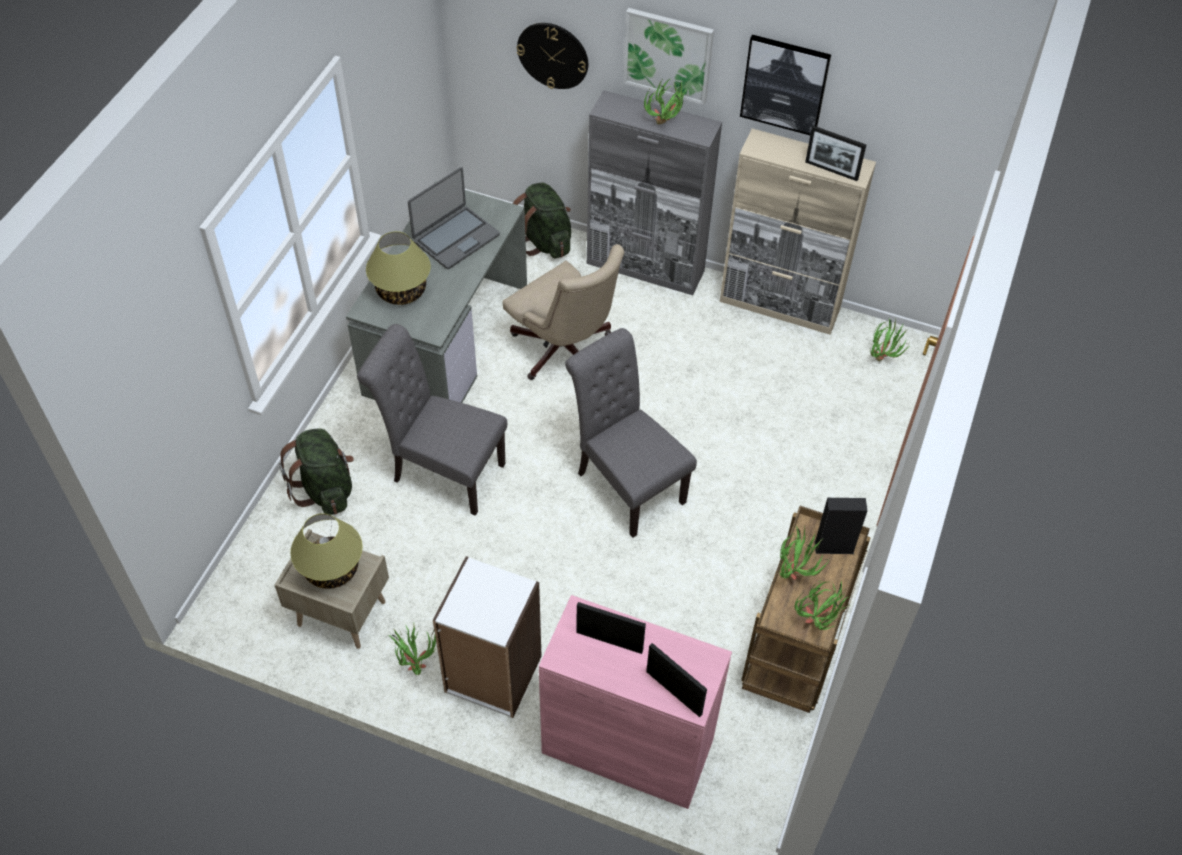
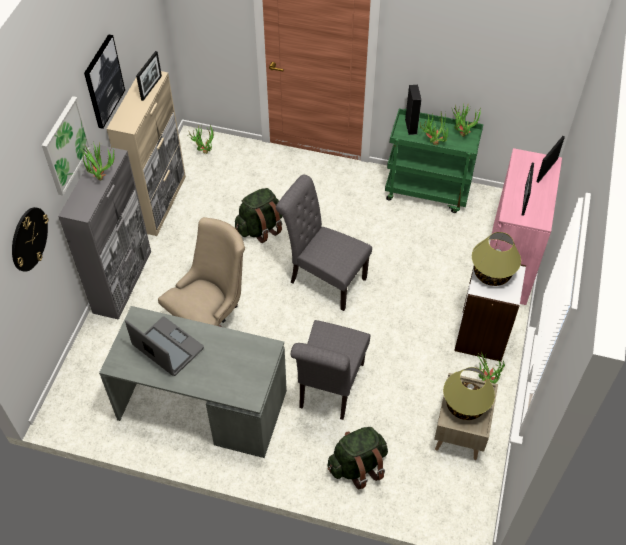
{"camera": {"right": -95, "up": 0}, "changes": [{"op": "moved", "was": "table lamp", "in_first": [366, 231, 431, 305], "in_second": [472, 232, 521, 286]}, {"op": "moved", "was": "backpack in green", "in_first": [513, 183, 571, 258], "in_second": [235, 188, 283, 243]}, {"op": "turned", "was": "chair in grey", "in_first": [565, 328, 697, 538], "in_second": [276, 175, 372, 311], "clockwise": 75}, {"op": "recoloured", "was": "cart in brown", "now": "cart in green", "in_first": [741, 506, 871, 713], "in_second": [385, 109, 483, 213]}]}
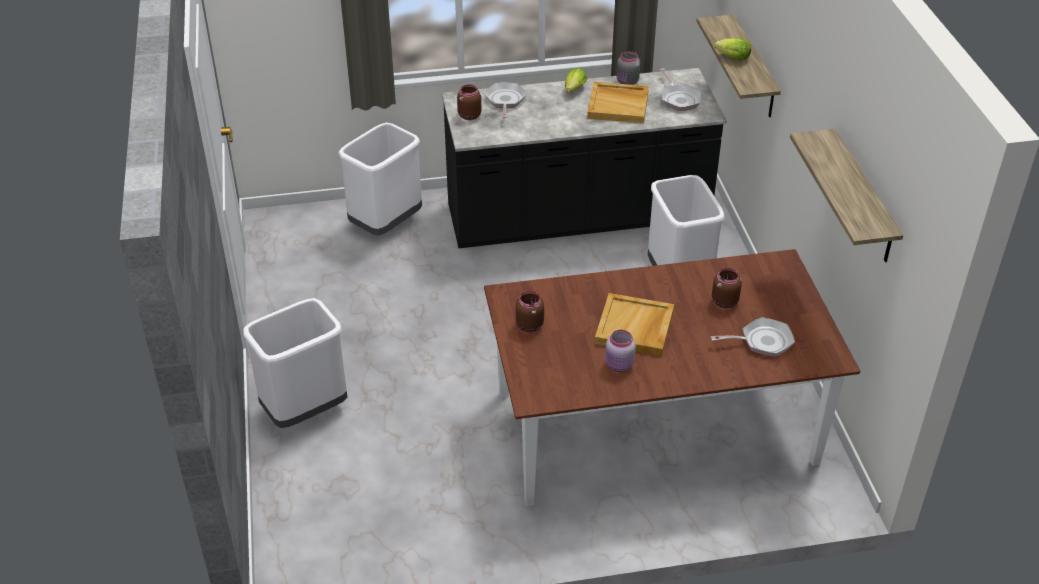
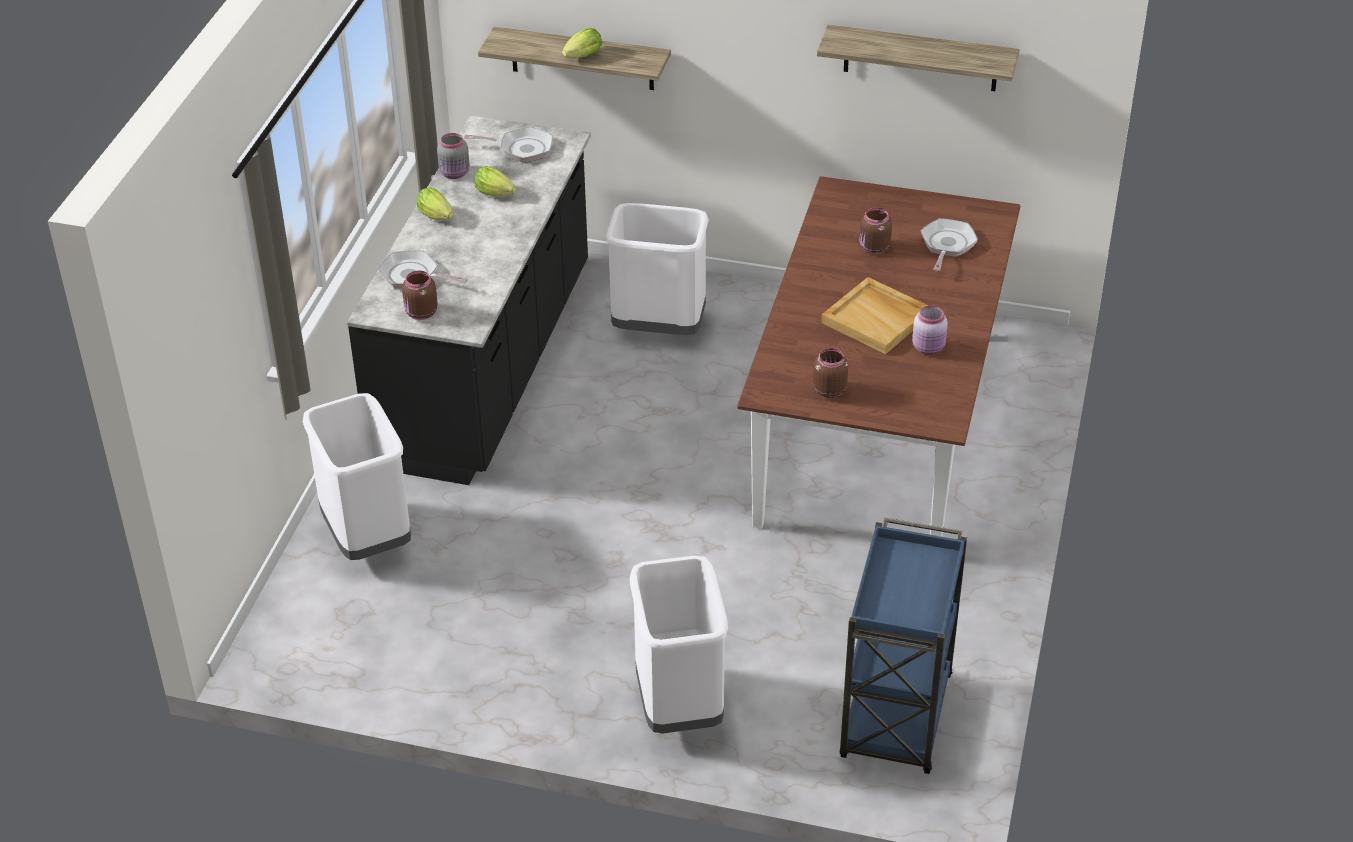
{"camera": {"right": -65, "up": 0}, "changes": [{"op": "replaced", "was": "tray in beige", "now": "lettuce", "in_first": [587, 82, 649, 123], "in_second": [474, 166, 516, 197]}, {"op": "added", "now": "cart in blue", "in_second": [840, 518, 967, 774]}]}
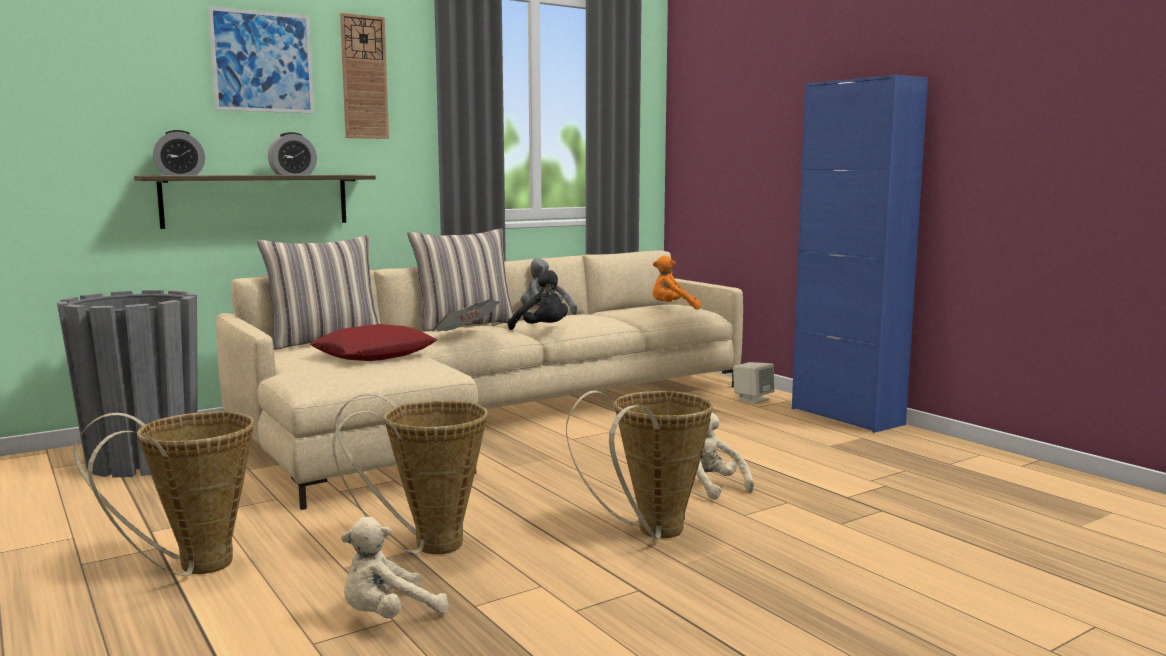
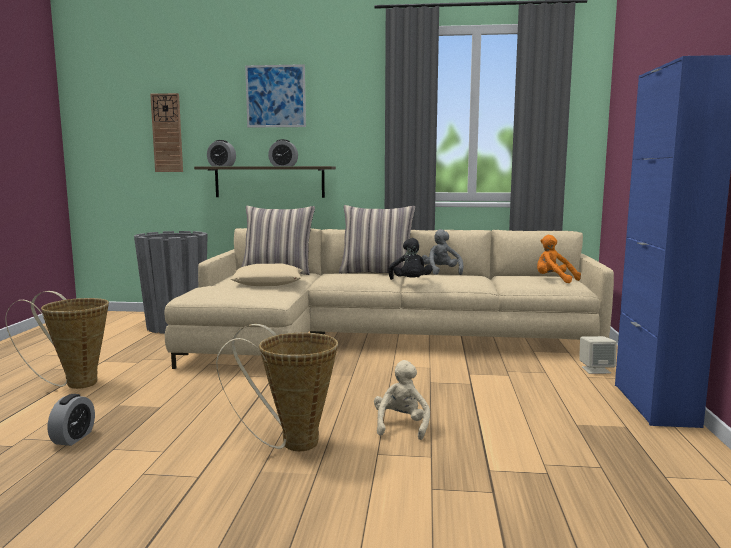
{"camera": {"right": 40, "up": 0}, "changes": [{"op": "recoloured", "was": "pillow in red", "now": "pillow in beige", "in_first": [310, 324, 437, 361], "in_second": [230, 264, 302, 286]}, {"op": "removed", "was": "basket", "in_first": [332, 393, 488, 554]}, {"op": "moved", "was": "wall clock", "in_first": [340, 13, 389, 139], "in_second": [150, 93, 183, 172]}, {"op": "replaced", "was": "plush toy in beige", "now": "alarm clock", "in_first": [341, 517, 449, 619], "in_second": [48, 394, 95, 446]}, {"op": "removed", "was": "newspaper", "in_first": [431, 299, 499, 332]}]}
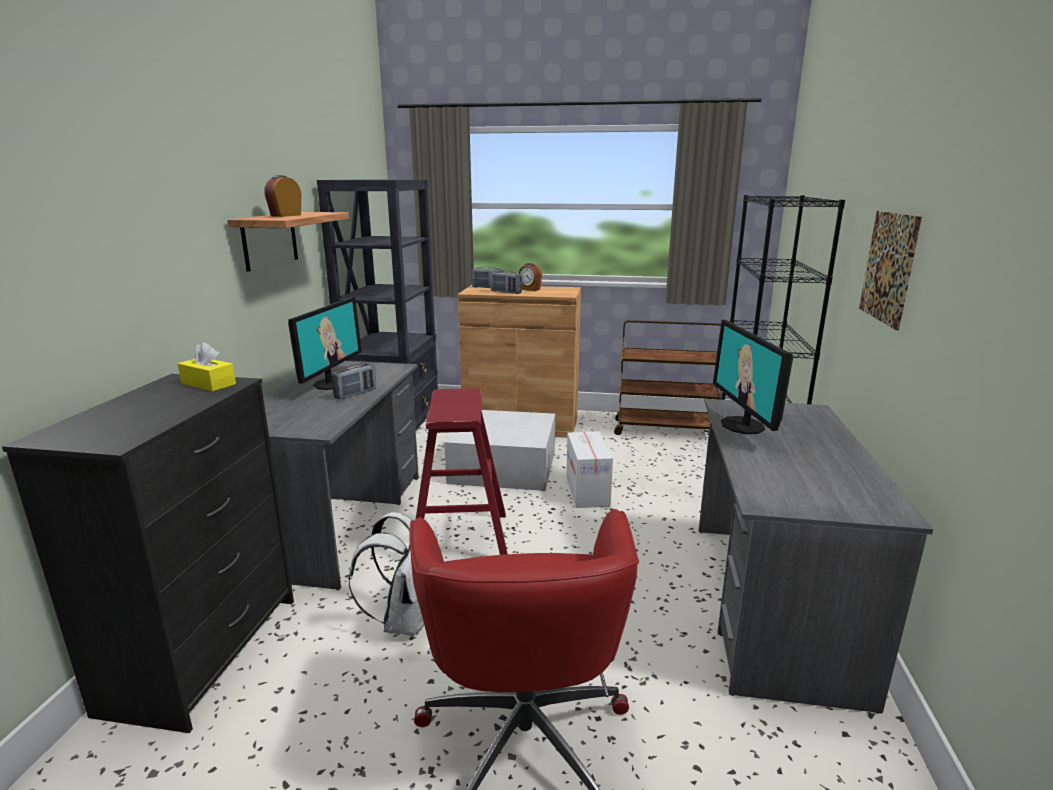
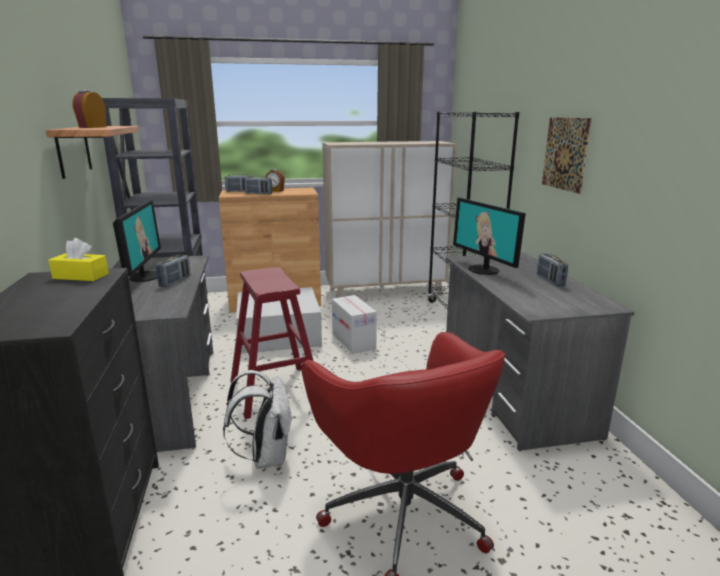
{"camera": {"right": -20, "up": 0}, "changes": [{"op": "replaced", "was": "cart in brown", "now": "cabinet in beige", "in_first": [614, 320, 722, 435], "in_second": [322, 141, 457, 298]}, {"op": "added", "now": "radio", "in_second": [537, 253, 568, 286]}]}
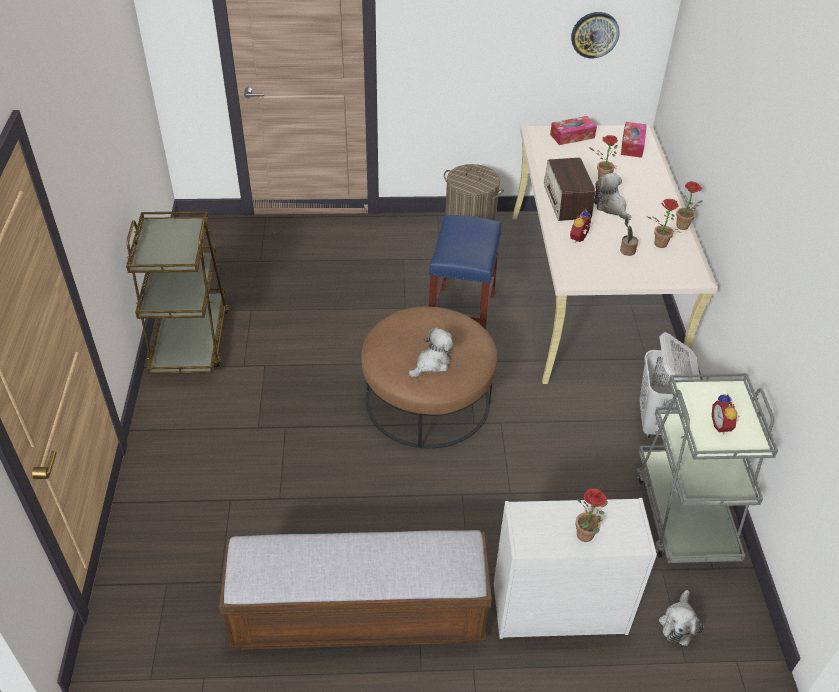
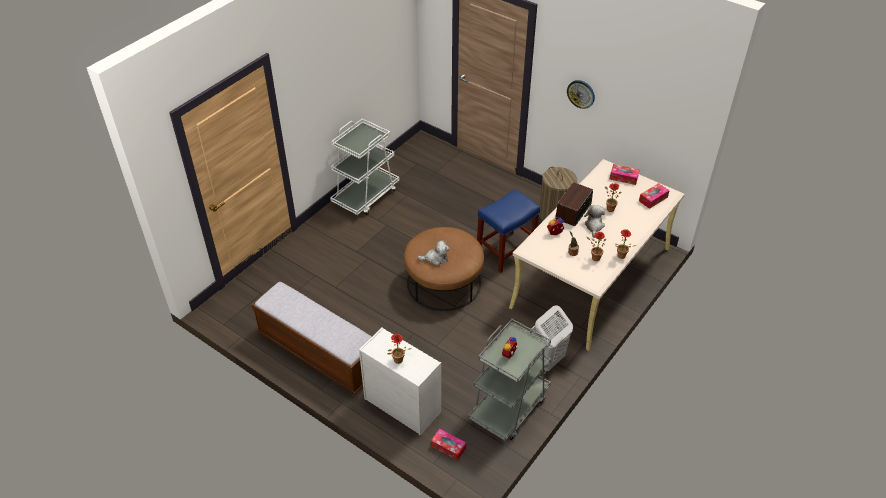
{"camera": {"right": 40, "up": 0}, "changes": [{"op": "recoloured", "was": "cart in brown", "now": "cart in white", "in_first": [126, 211, 229, 374], "in_second": [330, 118, 399, 215]}, {"op": "moved", "was": "wall clock", "in_first": [571, 12, 620, 58], "in_second": [567, 80, 595, 109]}, {"op": "replaced", "was": "plush toy", "now": "tissue box", "in_first": [659, 590, 704, 646], "in_second": [431, 429, 466, 461]}]}
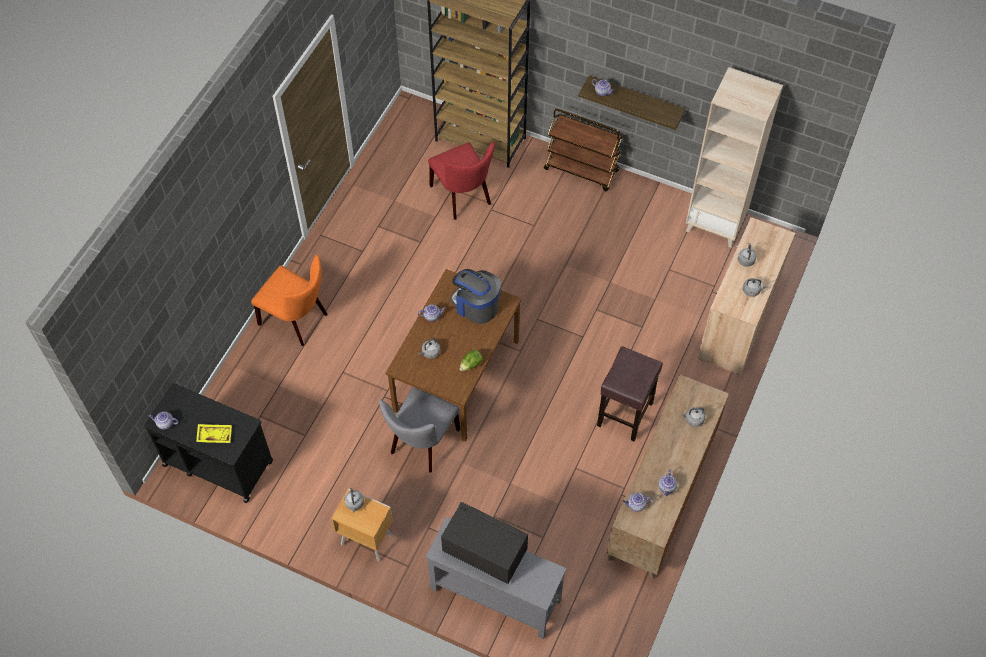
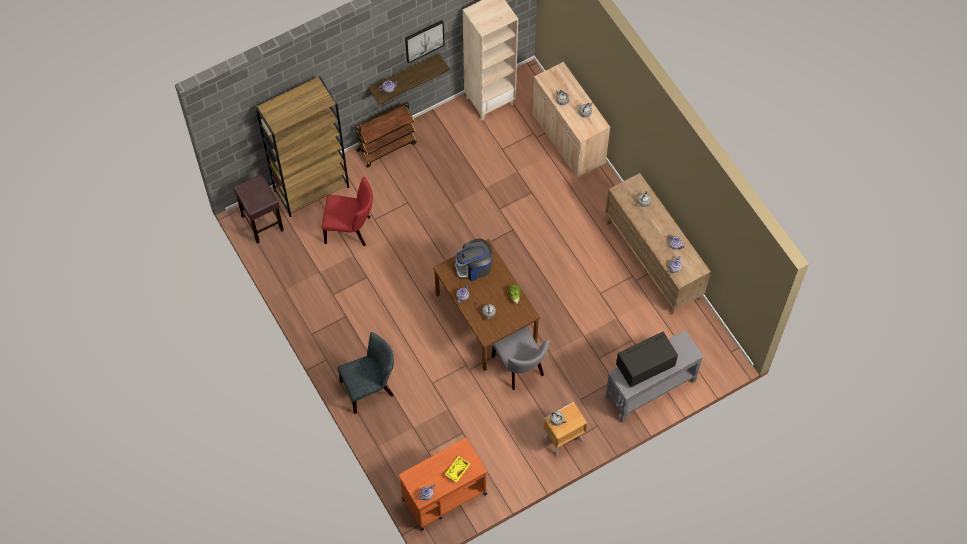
{"camera": {"right": -55, "up": 5}, "changes": [{"op": "recoloured", "was": "cart in black", "now": "cart in orange", "in_first": [144, 383, 273, 503], "in_second": [399, 438, 487, 531]}, {"op": "recoloured", "was": "chair in orange", "now": "chair in grey", "in_first": [251, 254, 327, 346], "in_second": [337, 332, 394, 414]}, {"op": "moved", "was": "stool in brown", "in_first": [597, 346, 663, 441], "in_second": [233, 174, 284, 243]}, {"op": "added", "now": "picture", "in_second": [405, 20, 445, 63]}]}
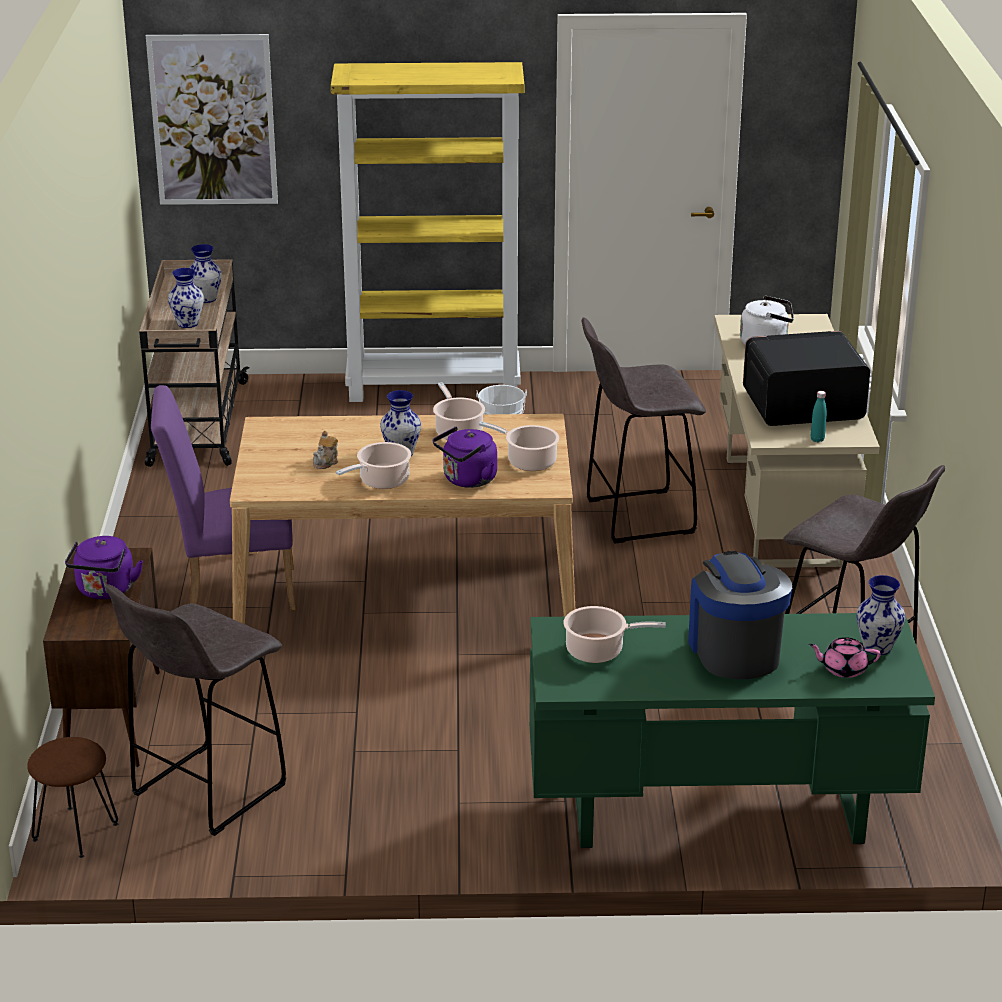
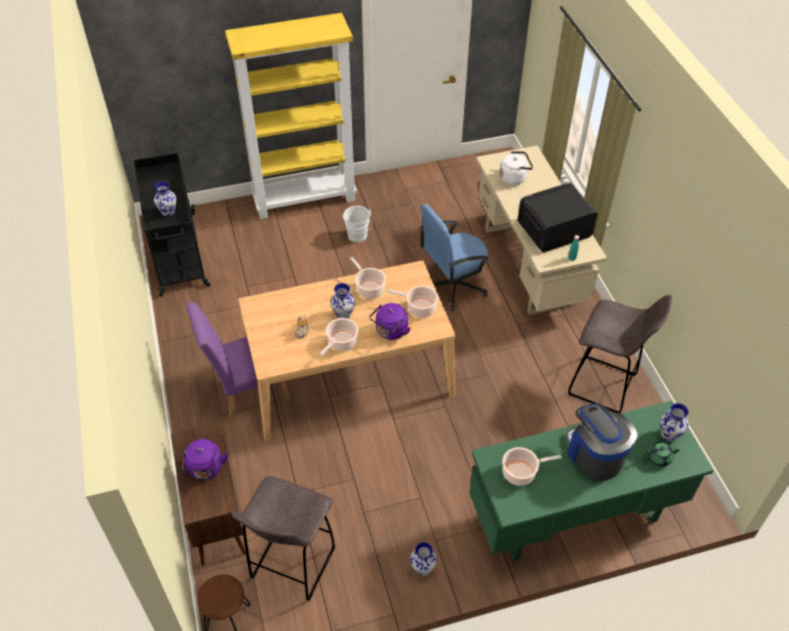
{"camera": {"right": -15, "up": 20}, "changes": [{"op": "recoloured", "was": "cart in beige", "now": "cart in black", "in_first": [139, 259, 250, 467], "in_second": [134, 153, 210, 297]}, {"op": "removed", "was": "picture", "in_first": [146, 34, 278, 205]}, {"op": "moved", "was": "vase", "in_first": [189, 244, 222, 303], "in_second": [410, 542, 437, 576]}, {"op": "replaced", "was": "stool in grey", "now": "office chair in blue", "in_first": [582, 317, 706, 544], "in_second": [419, 204, 489, 311]}, {"op": "recoloured", "was": "teapot in pink", "now": "teapot in green", "in_first": [808, 637, 881, 678], "in_second": [641, 442, 680, 467]}]}
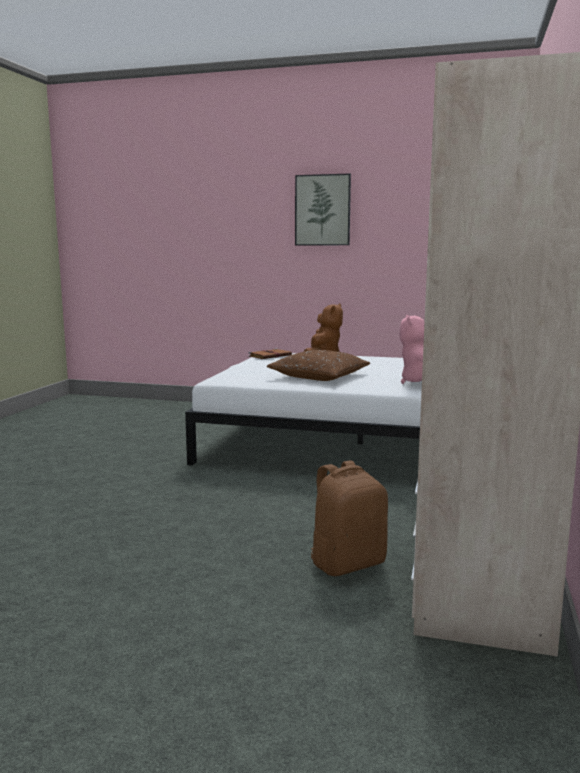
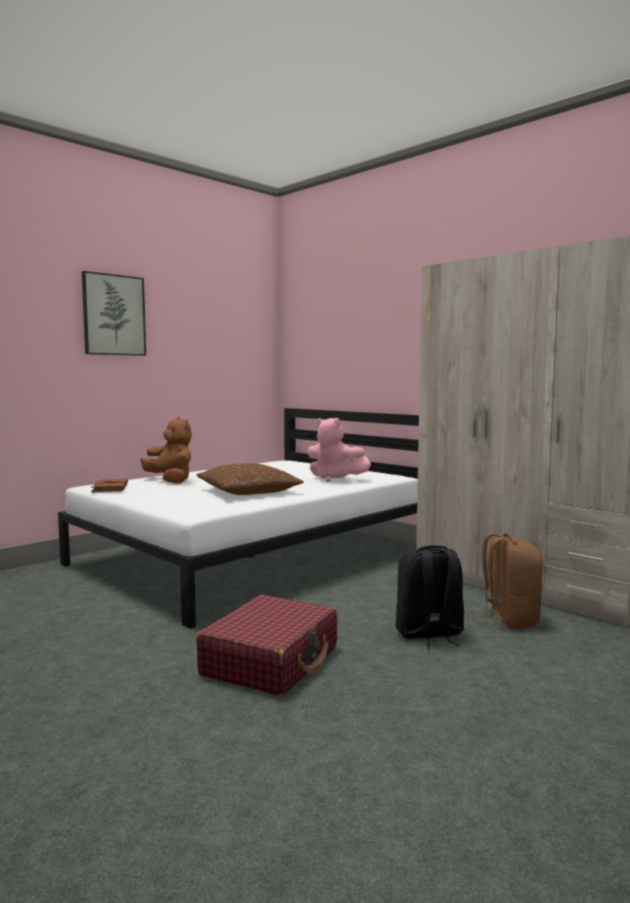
{"camera": {"right": -60, "up": -5}, "changes": [{"op": "added", "now": "suitcase in red", "in_second": [196, 595, 337, 696]}, {"op": "added", "now": "backpack in black", "in_second": [395, 545, 464, 649]}]}
